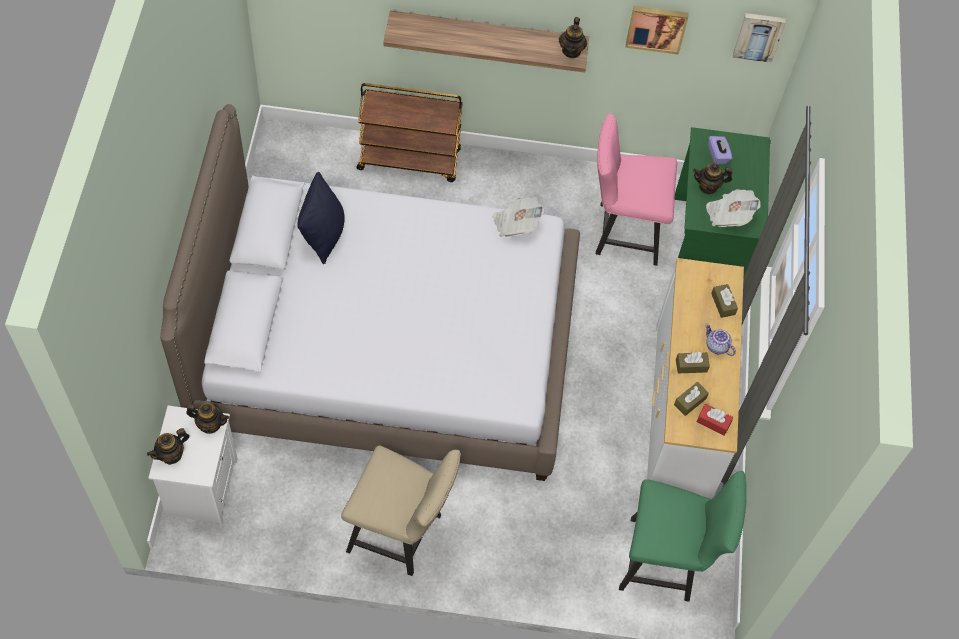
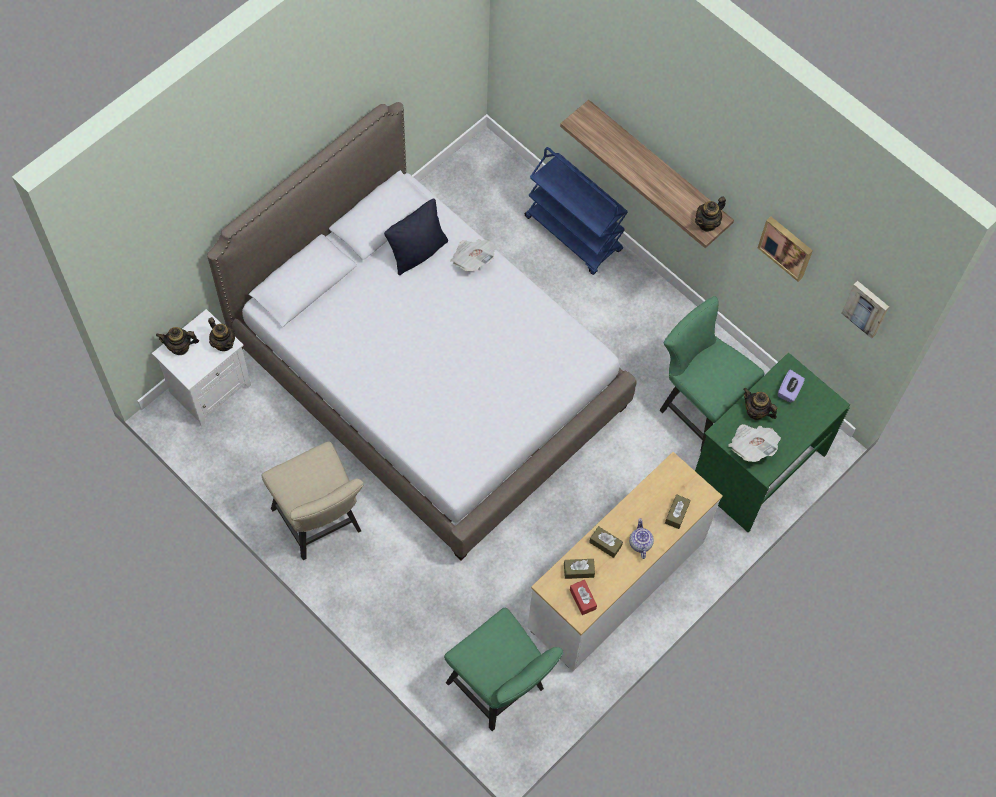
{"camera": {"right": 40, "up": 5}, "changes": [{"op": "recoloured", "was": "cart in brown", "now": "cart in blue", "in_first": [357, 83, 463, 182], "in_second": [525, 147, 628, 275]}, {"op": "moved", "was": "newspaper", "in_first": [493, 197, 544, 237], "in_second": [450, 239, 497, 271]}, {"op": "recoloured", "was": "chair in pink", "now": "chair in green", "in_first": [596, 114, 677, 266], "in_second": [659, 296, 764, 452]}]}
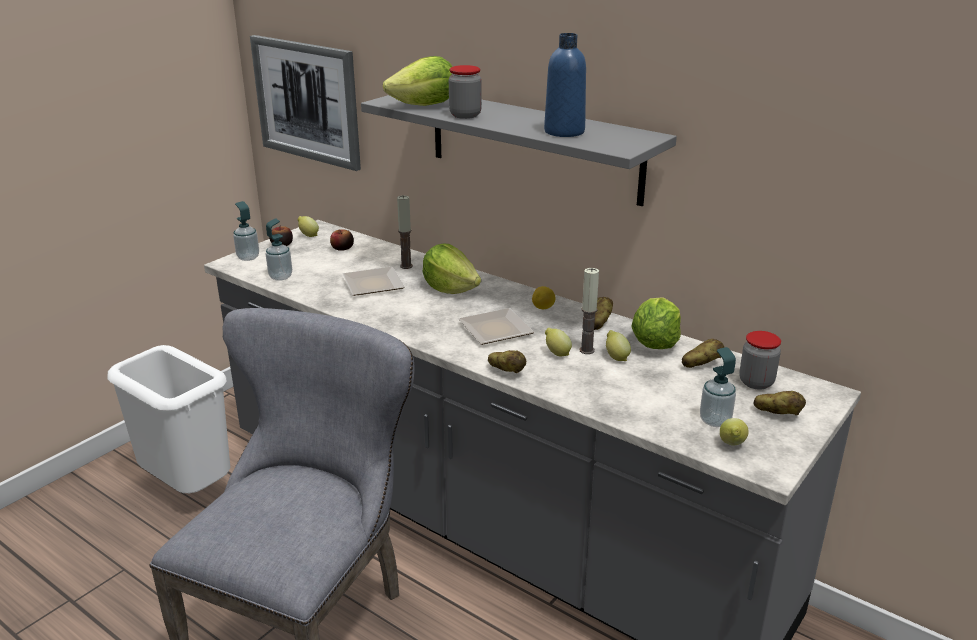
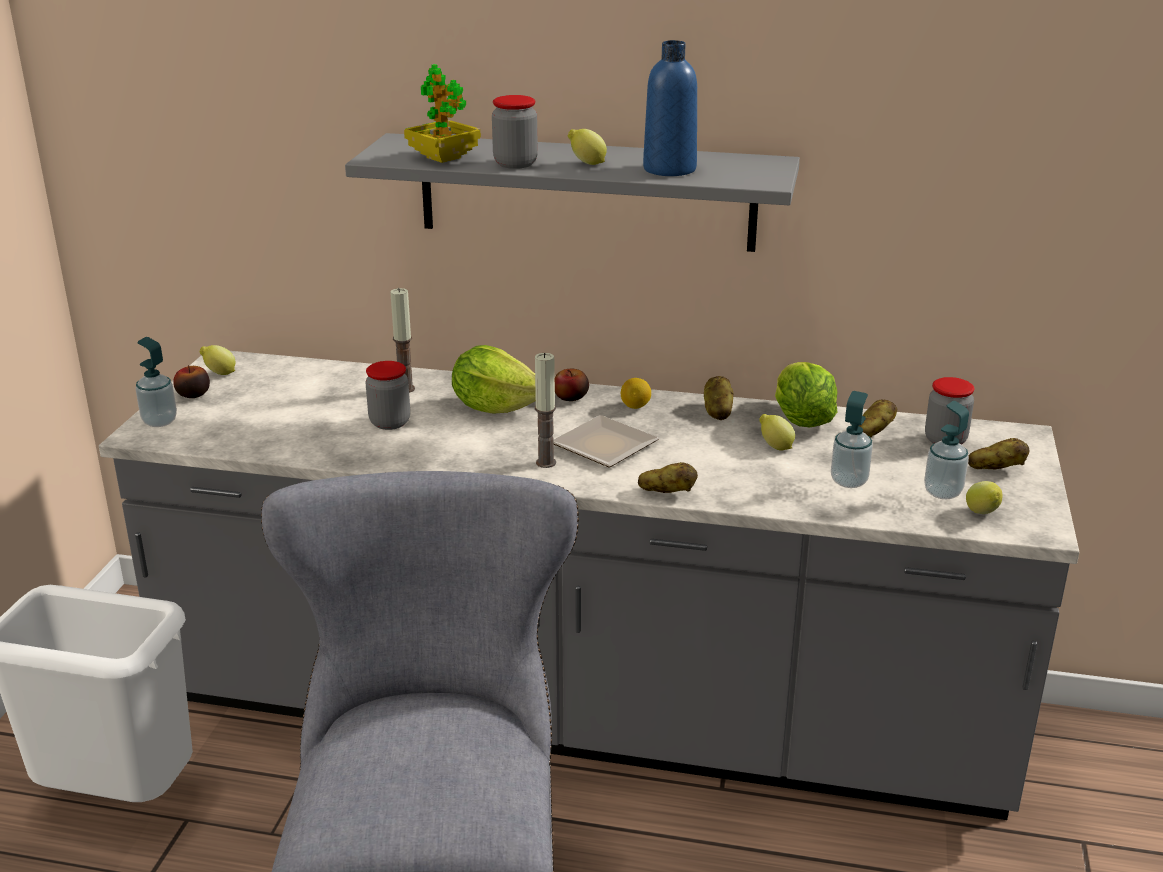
{"camera": {"right": -25, "up": 0}, "changes": [{"op": "removed", "was": "picture", "in_first": [250, 35, 361, 171]}, {"op": "moved", "was": "soap dispenser", "in_first": [266, 218, 292, 281], "in_second": [831, 391, 873, 488]}, {"op": "moved", "was": "apple", "in_first": [330, 229, 354, 251], "in_second": [555, 368, 589, 401]}, {"op": "replaced", "was": "plate", "now": "jar", "in_first": [343, 267, 405, 296], "in_second": [366, 361, 410, 430]}, {"op": "replaced", "was": "lettuce", "now": "potted plant", "in_first": [383, 56, 453, 106], "in_second": [404, 64, 481, 163]}, {"op": "moved", "was": "lemon", "in_first": [545, 328, 572, 357], "in_second": [568, 129, 607, 165]}, {"op": "moved", "was": "candle", "in_first": [579, 268, 599, 354], "in_second": [535, 353, 556, 468]}]}
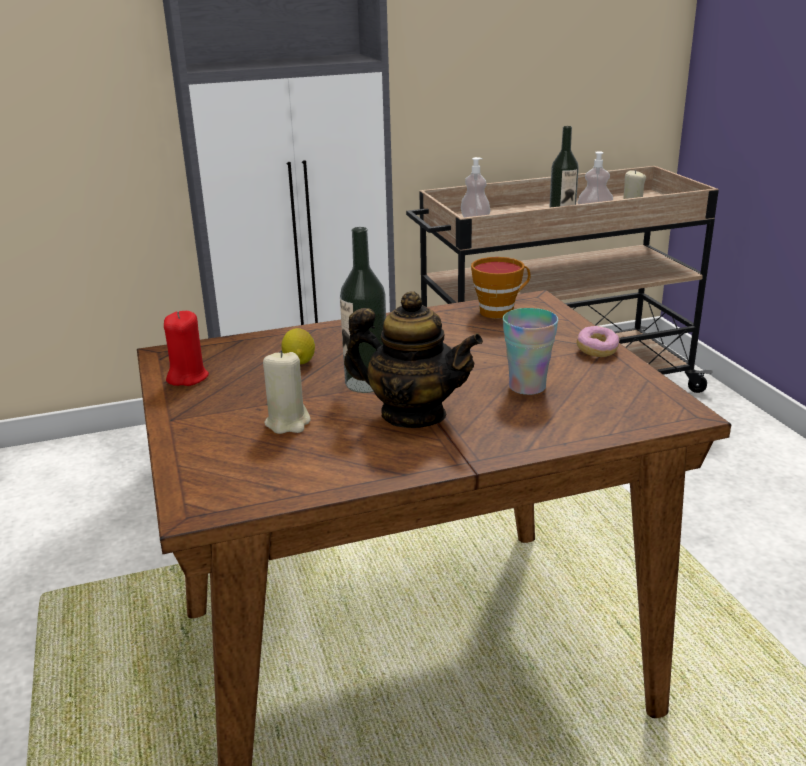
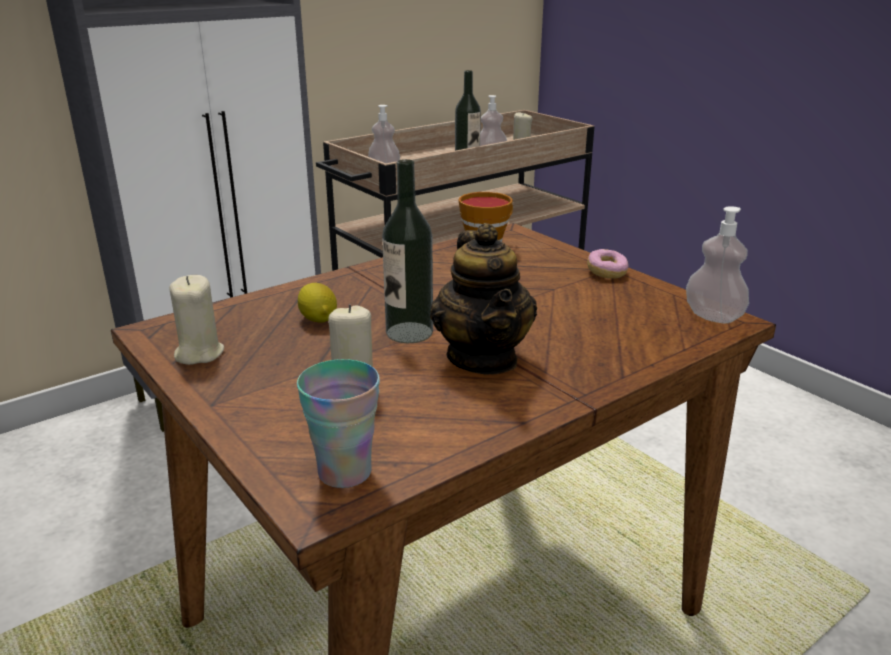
{"camera": {"right": -20, "up": 0}, "changes": [{"op": "recoloured", "was": "candle in red", "now": "candle in beige", "in_first": [164, 311, 209, 386], "in_second": [169, 275, 224, 365]}, {"op": "turned", "was": "teapot", "in_first": [344, 291, 483, 428], "in_second": [430, 223, 537, 374], "clockwise": 75}, {"op": "moved", "was": "cup", "in_first": [503, 308, 558, 395], "in_second": [297, 359, 380, 488]}, {"op": "added", "now": "soap dispenser", "in_second": [686, 207, 749, 323]}]}
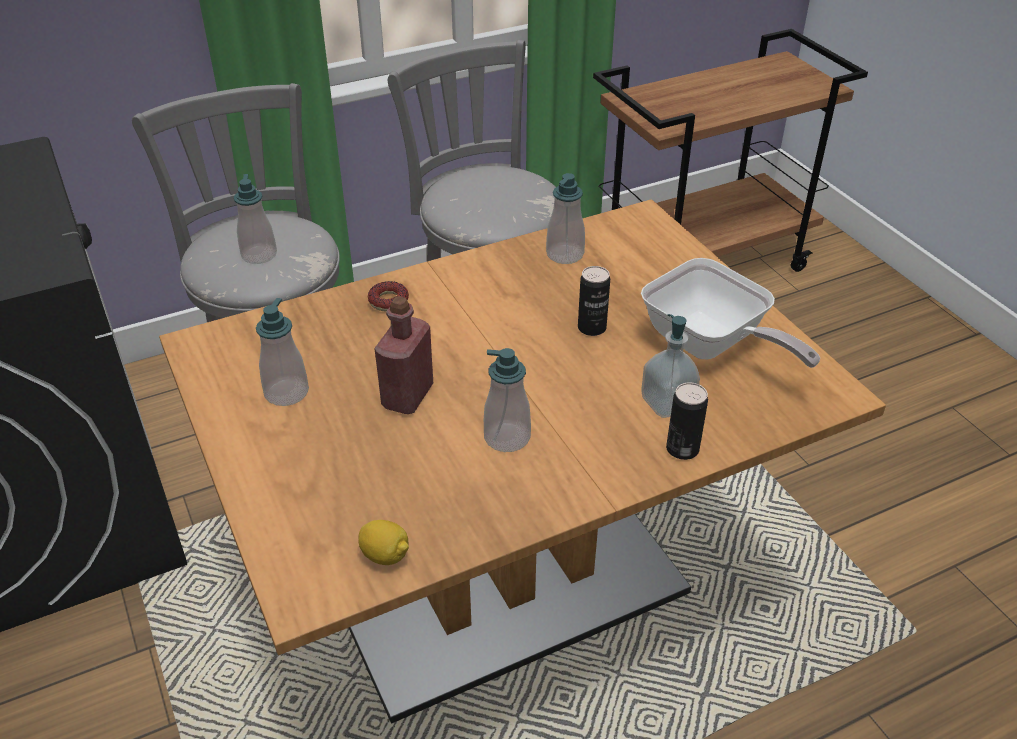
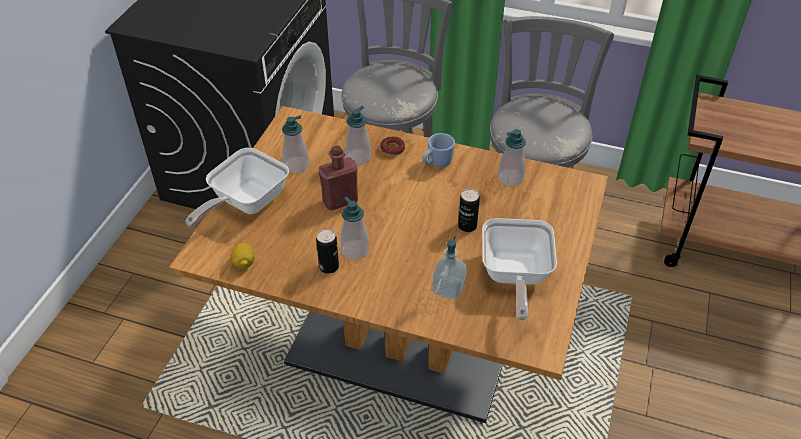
{"camera": {"right": 45, "up": 5}, "changes": [{"op": "moved", "was": "soap dispenser", "in_first": [234, 174, 277, 264], "in_second": [345, 106, 371, 165]}, {"op": "moved", "was": "can", "in_first": [666, 382, 708, 460], "in_second": [316, 229, 339, 274]}, {"op": "added", "now": "frying pan", "in_second": [185, 148, 289, 227]}, {"op": "added", "now": "mug in blue", "in_second": [422, 133, 455, 168]}]}
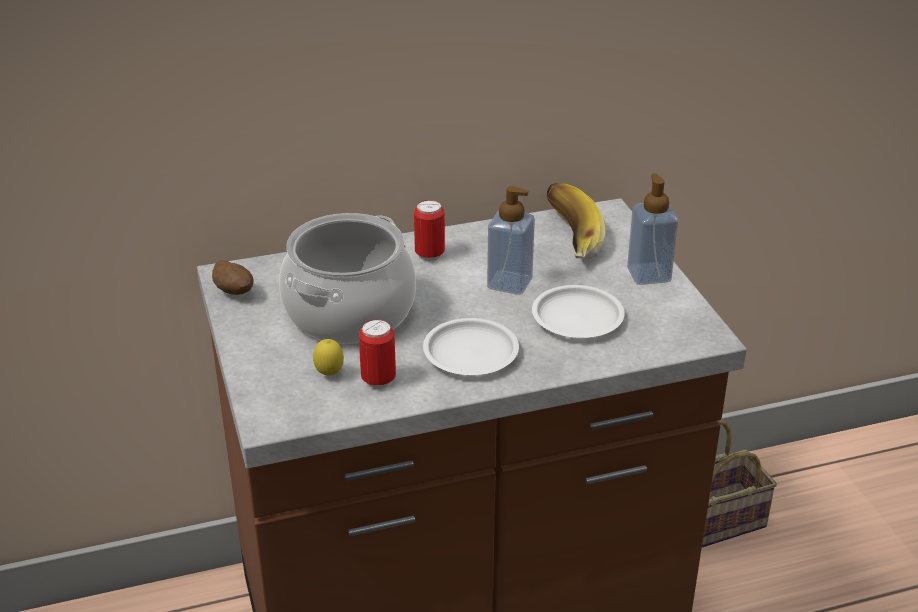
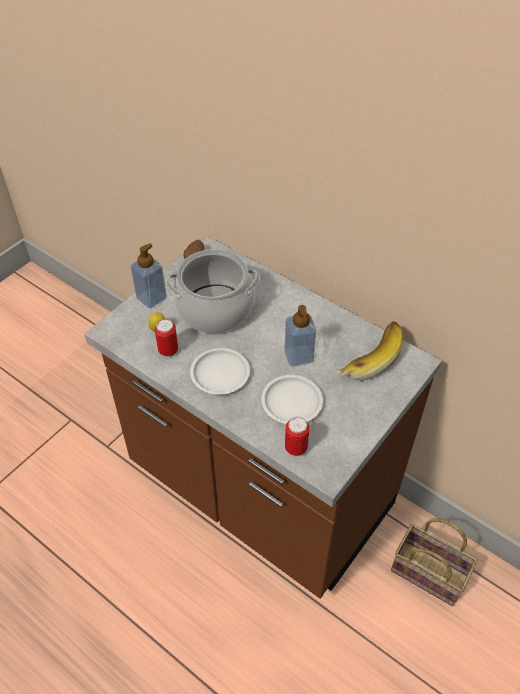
{"camera": {"right": 55, "up": 15}, "changes": [{"op": "moved", "was": "can", "in_first": [414, 200, 445, 261], "in_second": [285, 417, 309, 456]}, {"op": "moved", "was": "soap dispenser", "in_first": [627, 173, 678, 285], "in_second": [130, 243, 167, 308]}]}
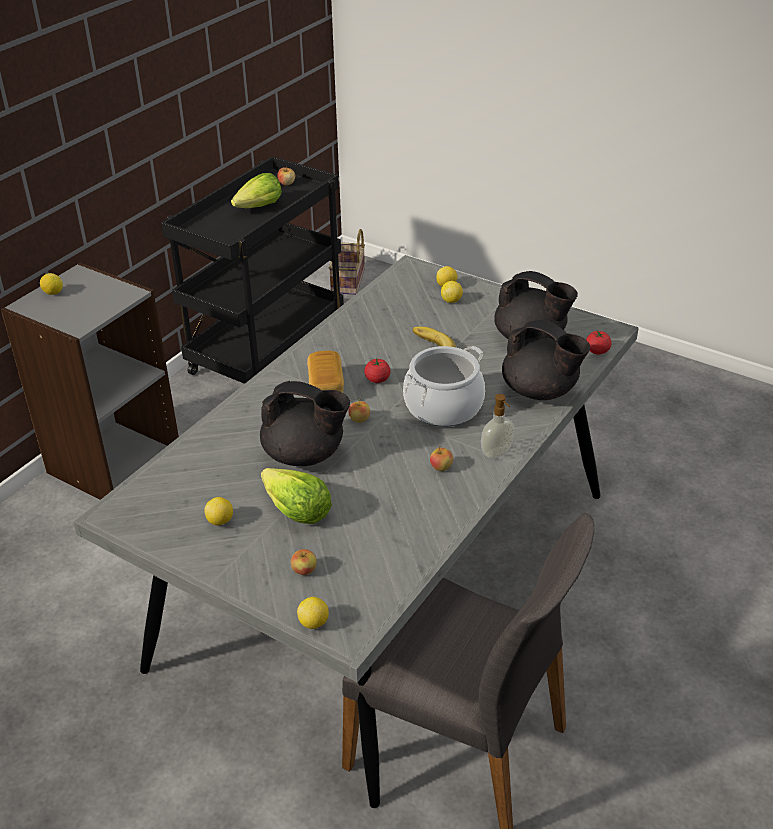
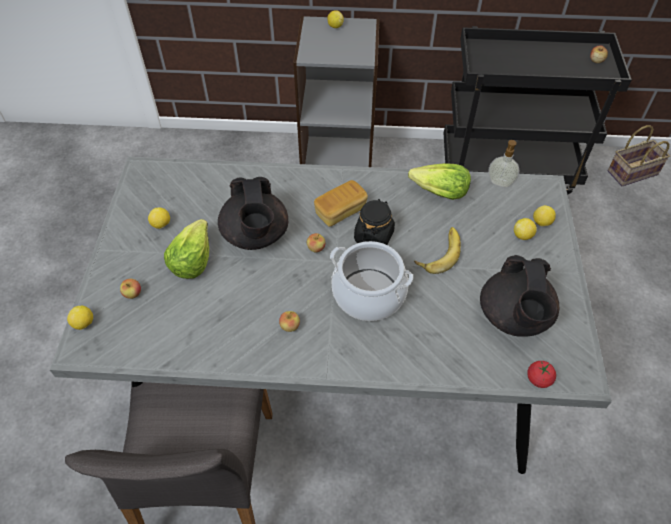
{"camera": {"right": 60, "up": 15}, "changes": [{"op": "moved", "was": "lettuce", "in_first": [231, 173, 282, 208], "in_second": [408, 163, 471, 200]}, {"op": "replaced", "was": "tomato", "now": "jar in black", "in_first": [364, 358, 391, 383], "in_second": [354, 199, 395, 245]}, {"op": "moved", "was": "soap dispenser", "in_first": [481, 394, 515, 459], "in_second": [488, 140, 520, 188]}, {"op": "removed", "was": "teapot in black", "in_first": [502, 319, 591, 400]}]}
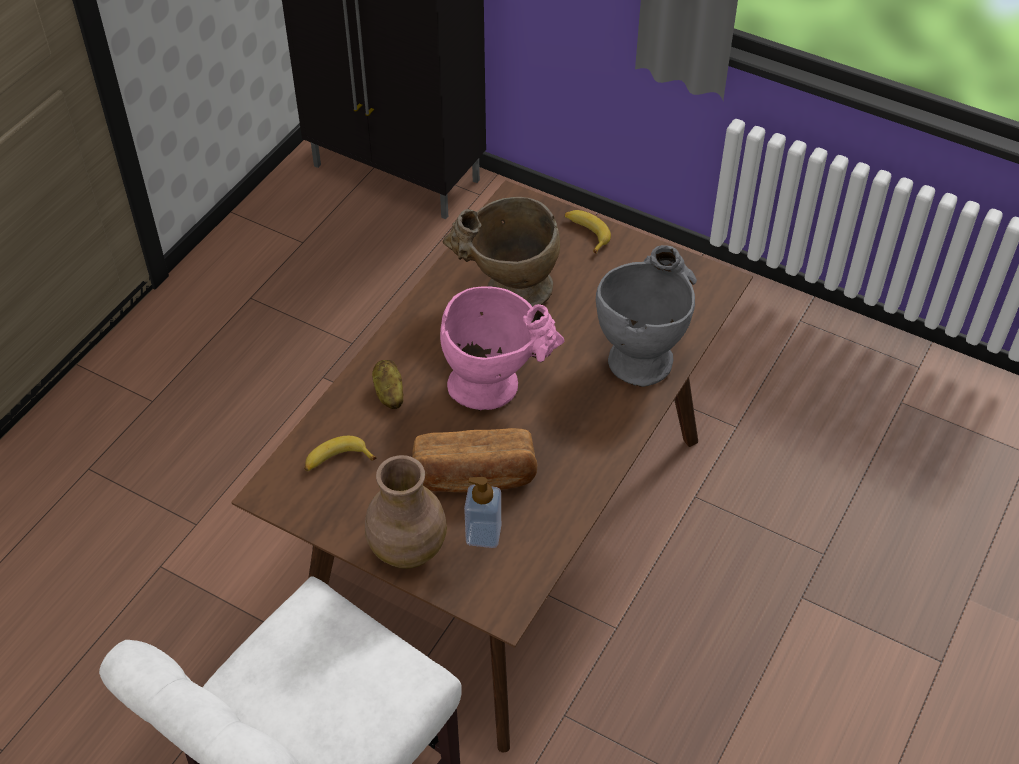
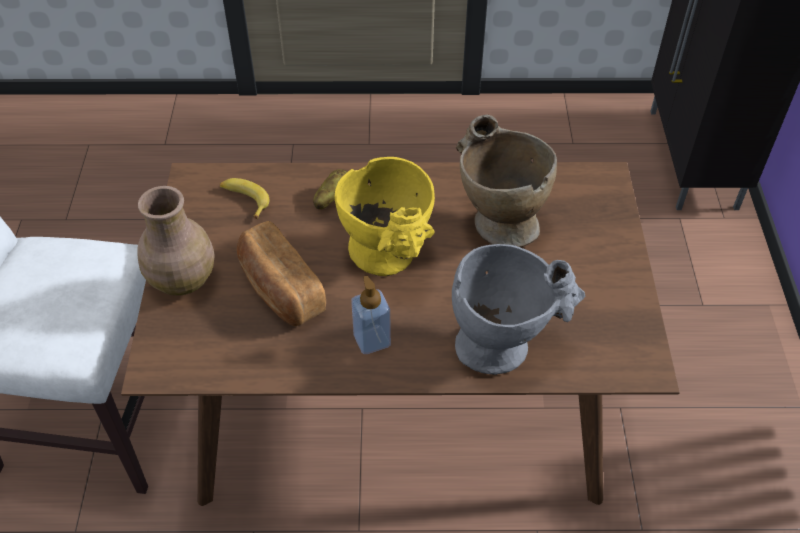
{"camera": {"right": 60, "up": 0}, "changes": [{"op": "recoloured", "was": "vase in pink", "now": "vase in yellow", "in_first": [440, 287, 565, 411], "in_second": [335, 157, 435, 276]}, {"op": "moved", "was": "soap dispenser", "in_first": [464, 477, 501, 548], "in_second": [351, 276, 391, 354]}, {"op": "removed", "was": "banana", "in_first": [565, 210, 611, 254]}]}
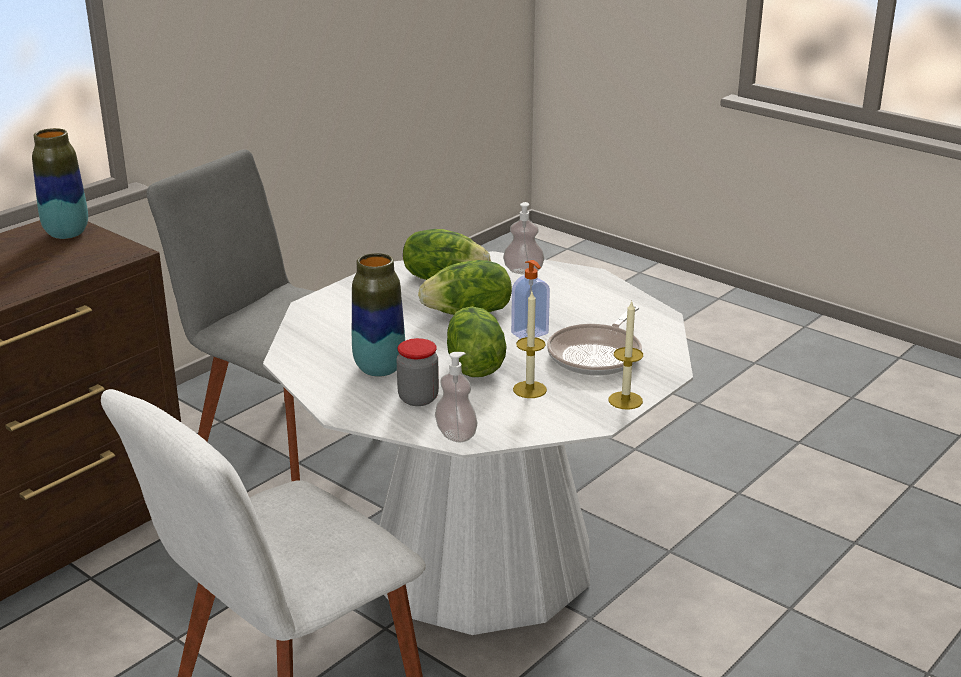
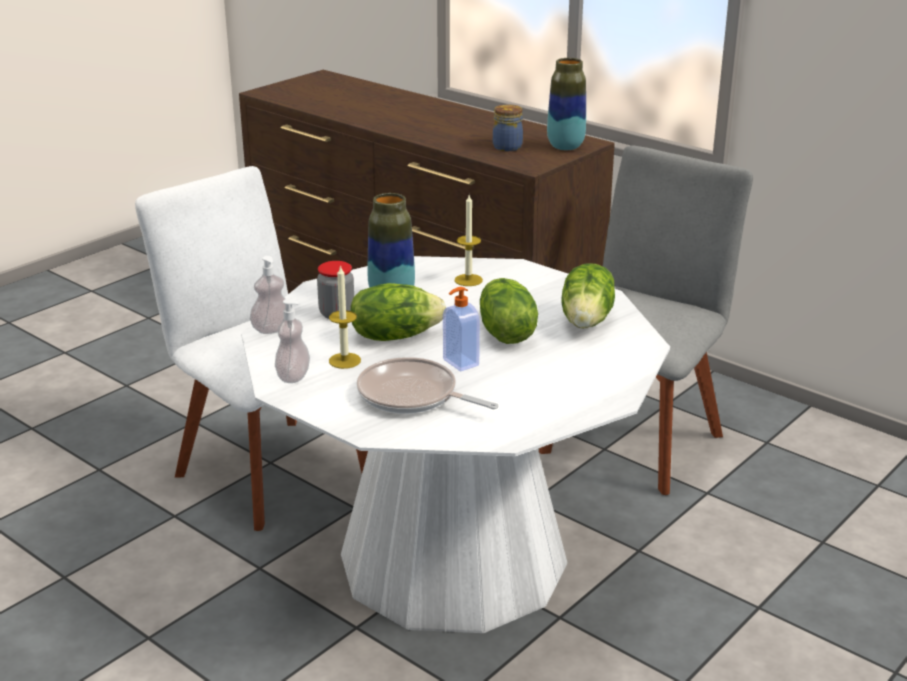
{"camera": {"right": 90, "up": 0}, "changes": [{"op": "moved", "was": "soap dispenser", "in_first": [503, 202, 544, 275], "in_second": [275, 299, 310, 383]}, {"op": "moved", "was": "candle", "in_first": [609, 300, 643, 410], "in_second": [455, 195, 483, 286]}, {"op": "added", "now": "jar", "in_second": [493, 104, 523, 151]}]}
